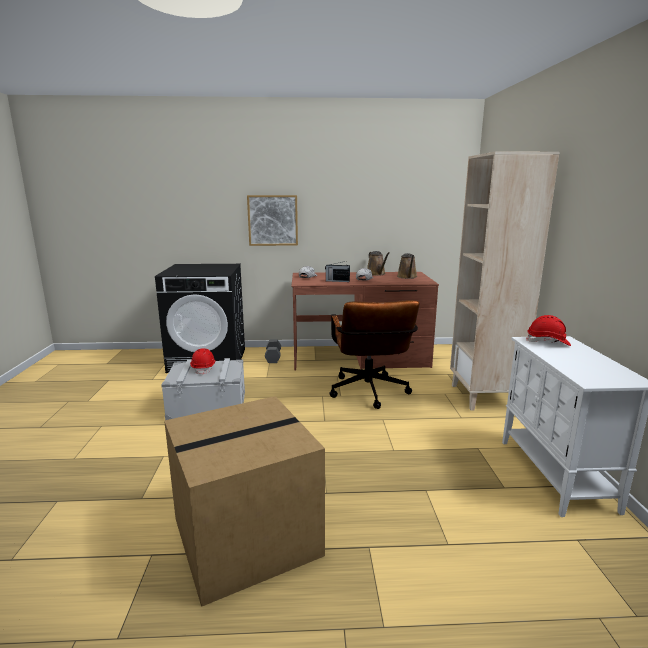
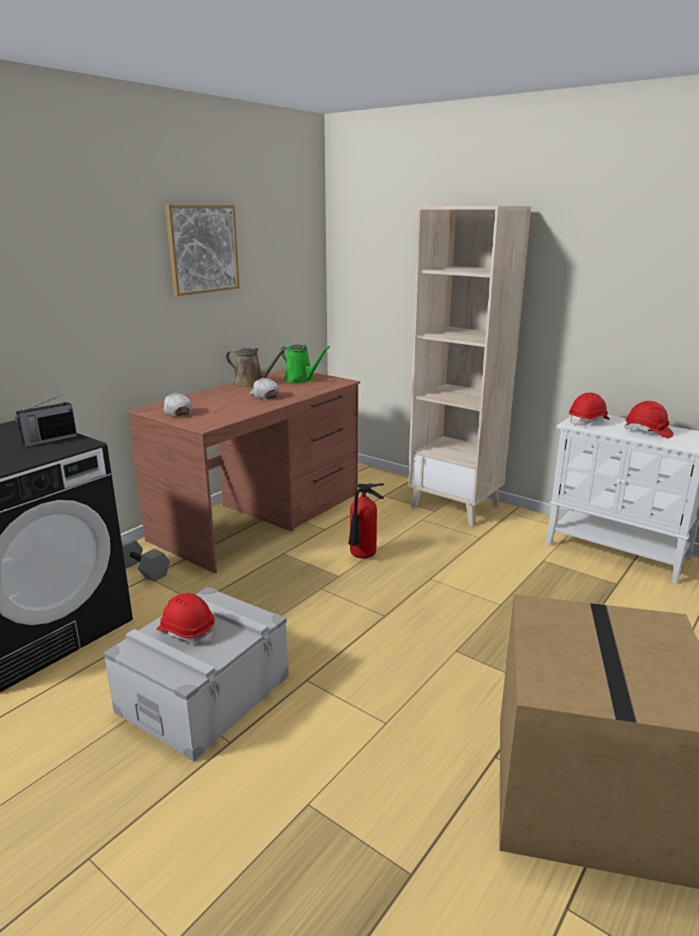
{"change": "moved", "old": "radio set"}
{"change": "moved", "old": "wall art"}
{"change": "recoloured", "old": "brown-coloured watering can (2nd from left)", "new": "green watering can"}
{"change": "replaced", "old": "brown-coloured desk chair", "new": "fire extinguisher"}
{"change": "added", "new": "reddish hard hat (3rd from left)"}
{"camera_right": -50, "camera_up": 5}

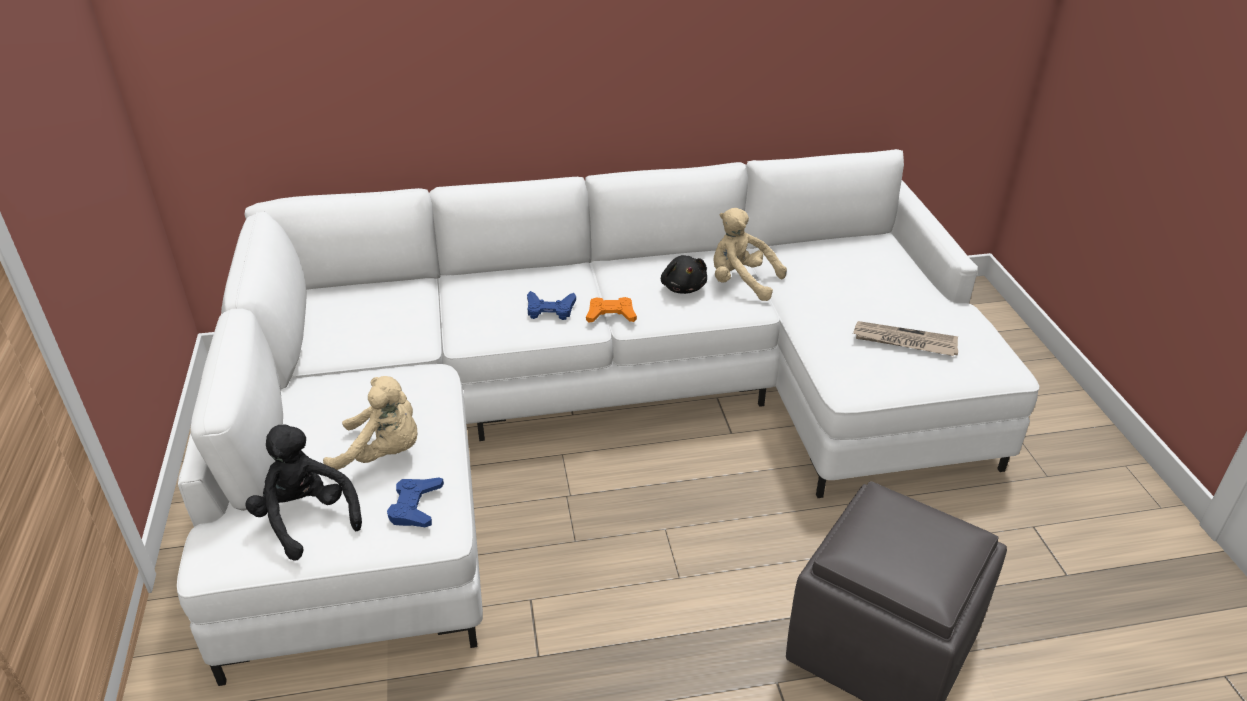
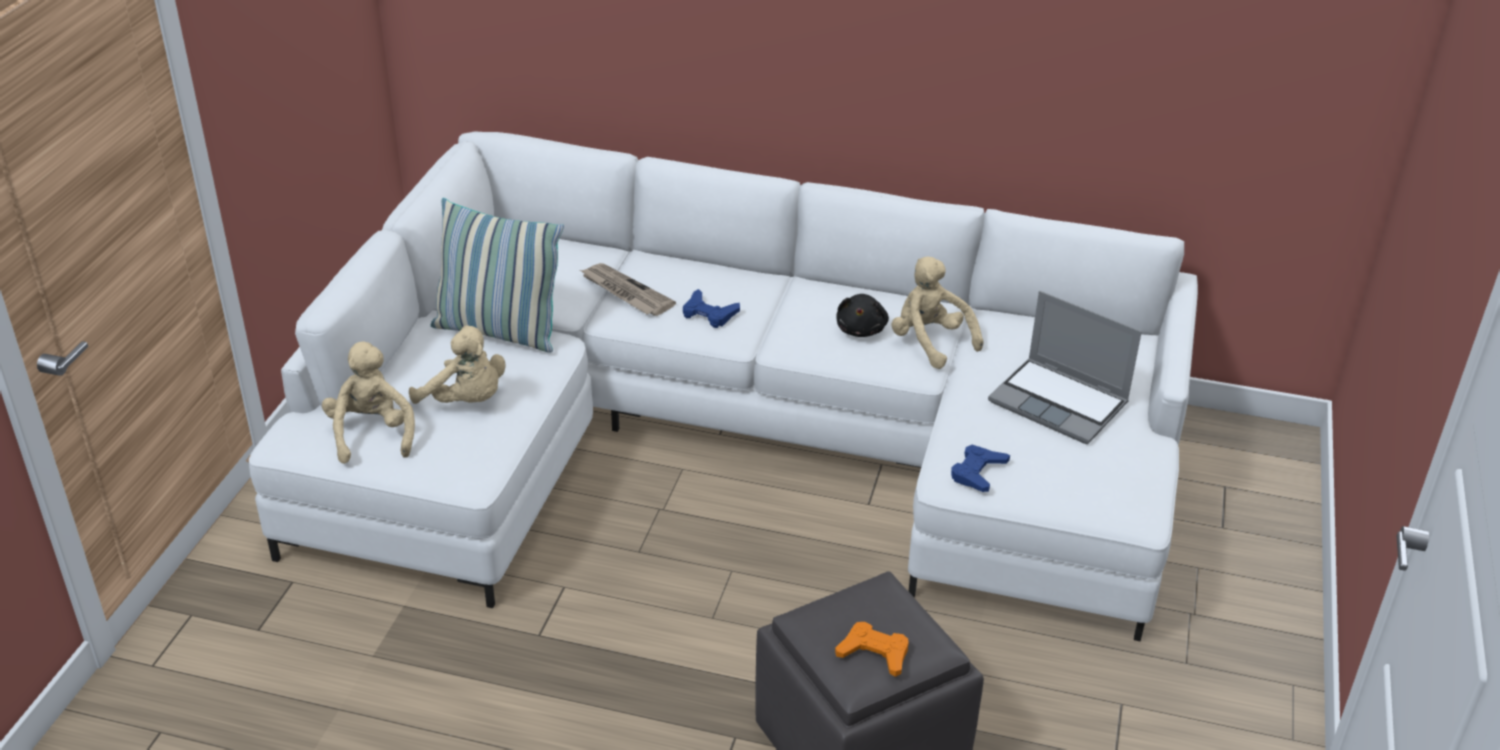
{"change": "recoloured", "old": "black cuddly toy (1st from left)", "new": "beige-coloured cuddly toy (1st from left)"}
{"change": "added", "new": "throw pillow"}
{"change": "moved", "old": "daily paper"}
{"change": "moved", "old": "orange-coloured game controller"}
{"change": "moved", "old": "blue-coloured game controller (1st from left in the first image)", "new": "blue-coloured game controller (2nd from left)"}
{"change": "added", "new": "laptop"}
{"camera_right": 25, "camera_up": 0}

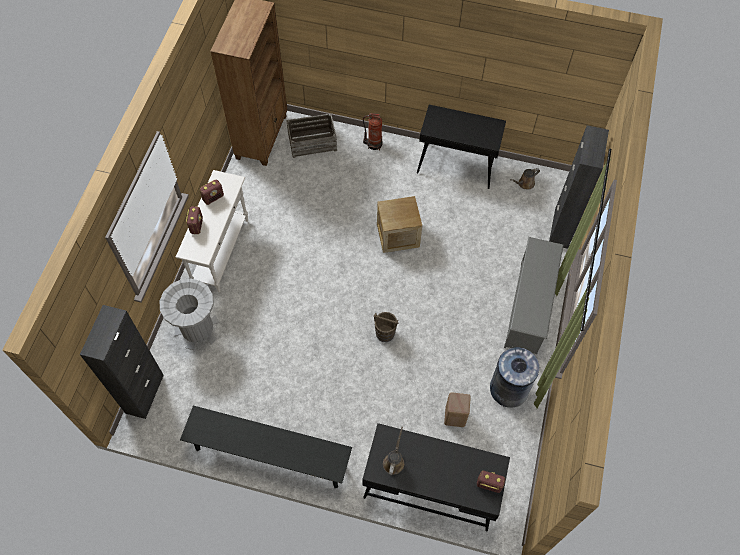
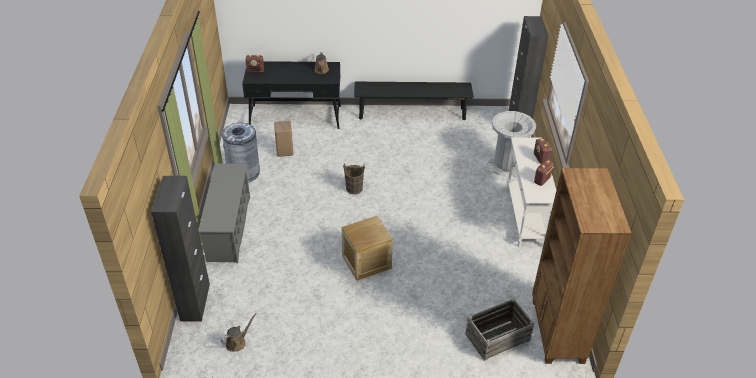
{"change": "removed", "old": "fire extinguisher"}
{"change": "removed", "old": "black console table"}
{"camera_right": 165, "camera_up": -20}

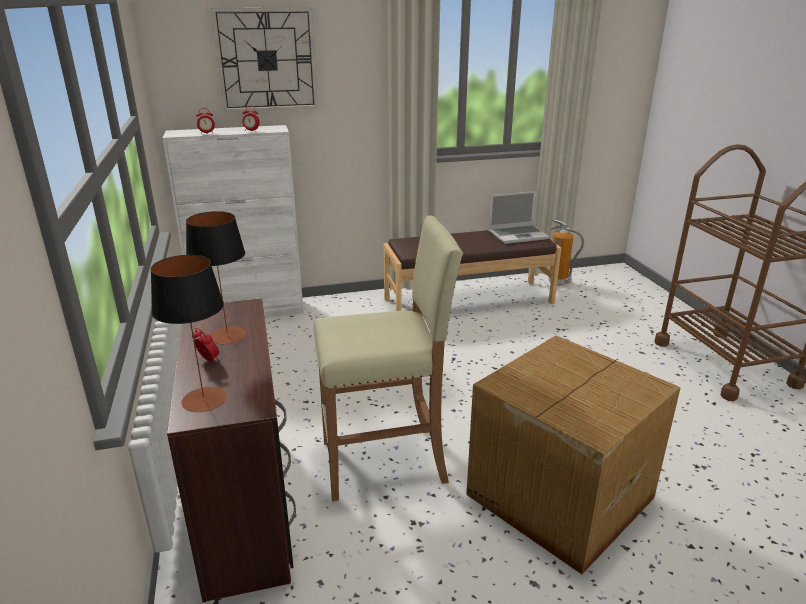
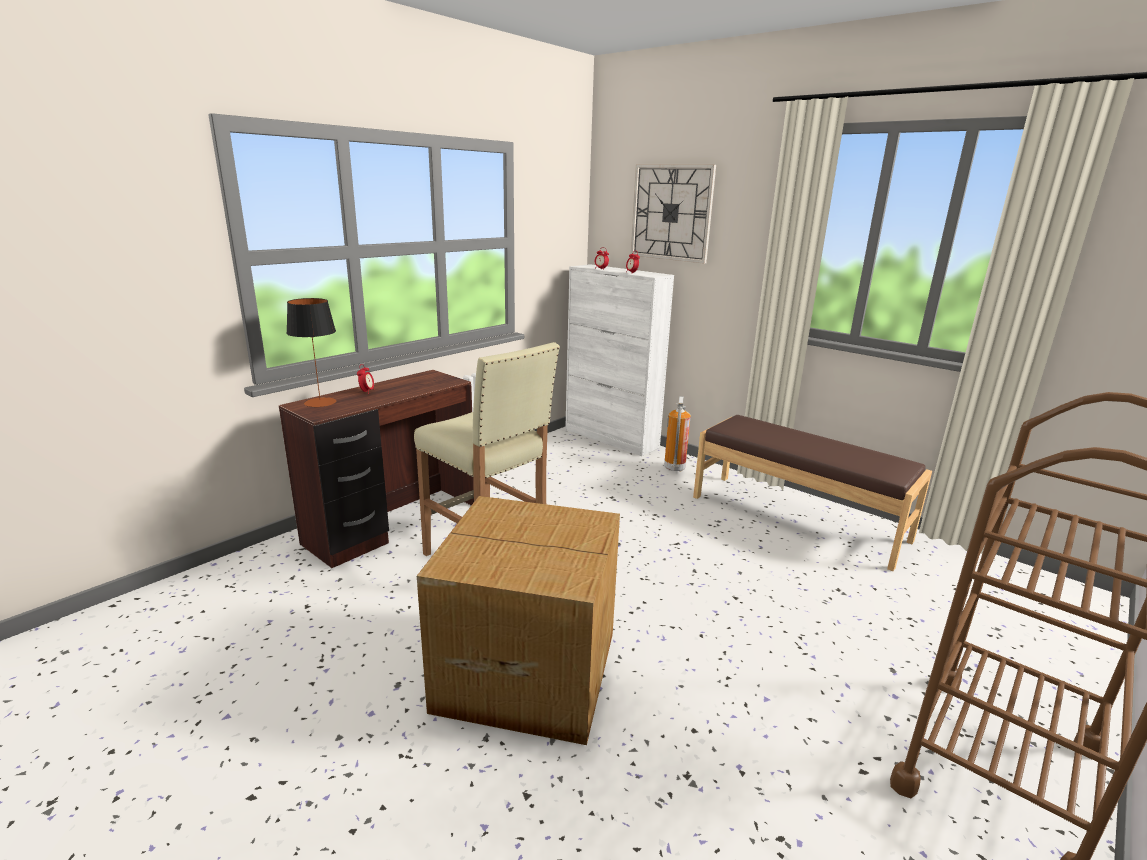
{"change": "moved", "old": "fire extinguisher"}
{"change": "removed", "old": "tabletop lamp (2nd from left)"}
{"change": "removed", "old": "laptop"}
{"camera_right": 55, "camera_up": -5}

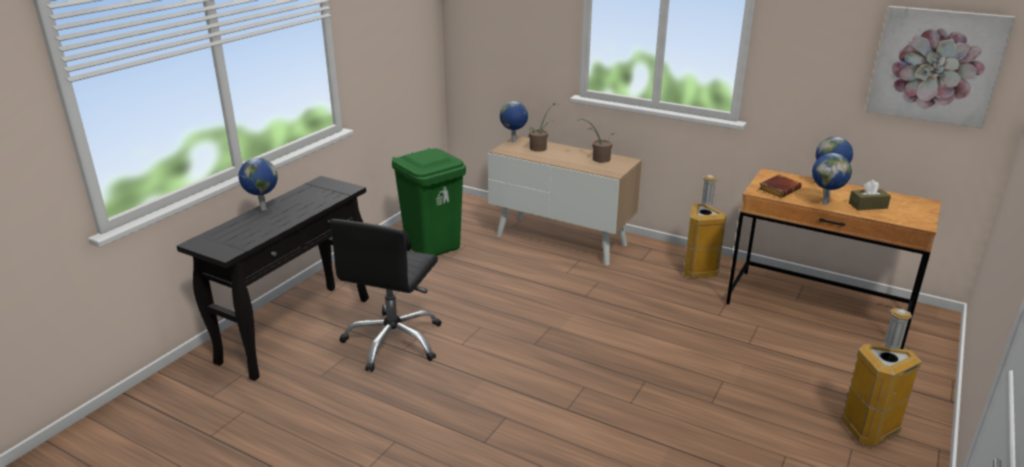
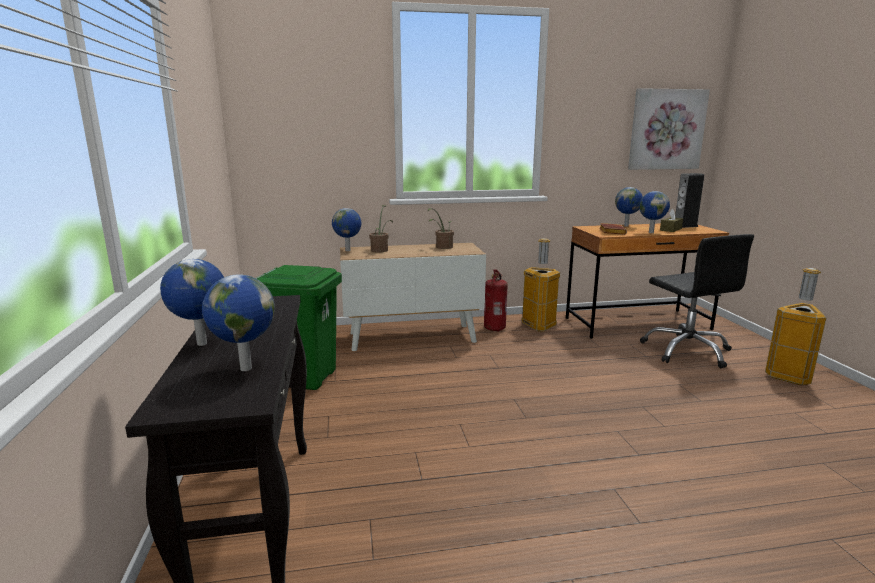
{"change": "added", "new": "world globe (2nd from left)"}
{"change": "added", "new": "fire extinguisher"}
{"change": "moved", "old": "black desk chair"}
{"change": "added", "new": "speaker"}
{"camera_right": -40, "camera_up": -10}

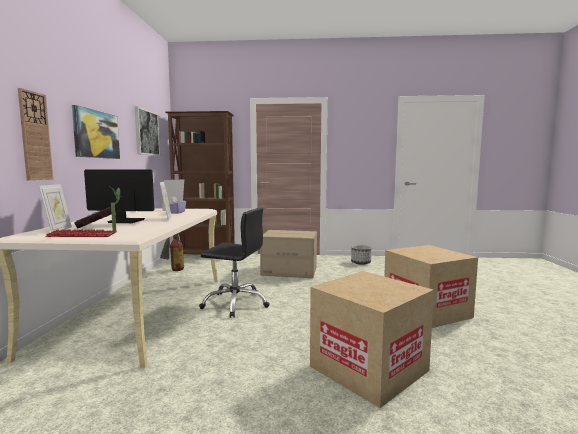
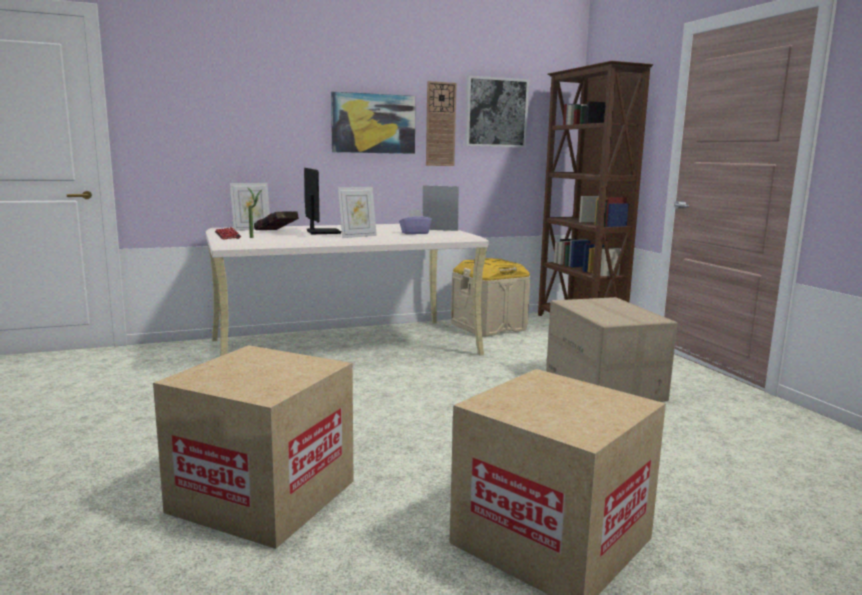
{"change": "moved", "old": "clock on the wall"}
{"change": "replaced", "old": "fire extinguisher", "new": "beige-coloured storage box"}
{"change": "removed", "old": "black desk chair"}
{"change": "removed", "old": "flower pot"}
{"camera_right": 65, "camera_up": 5}

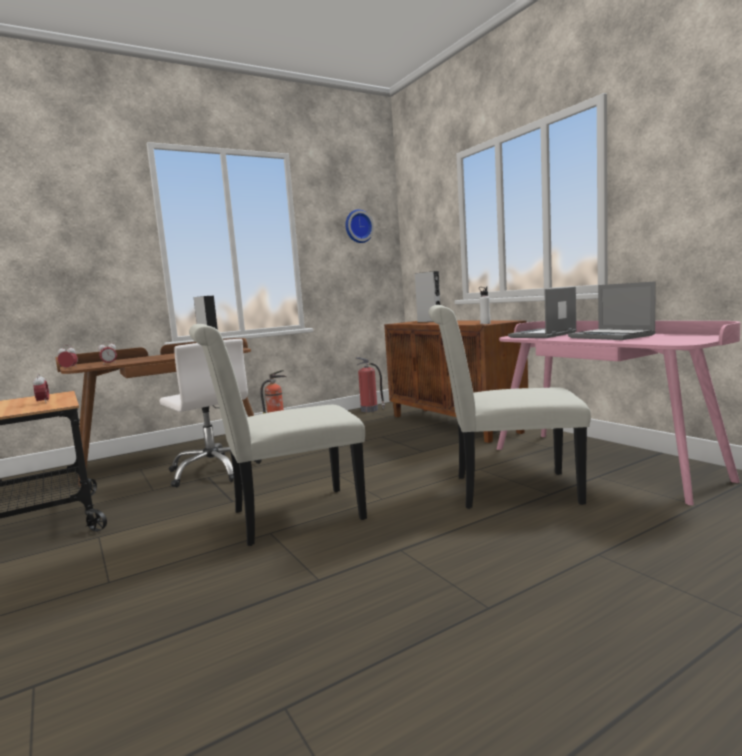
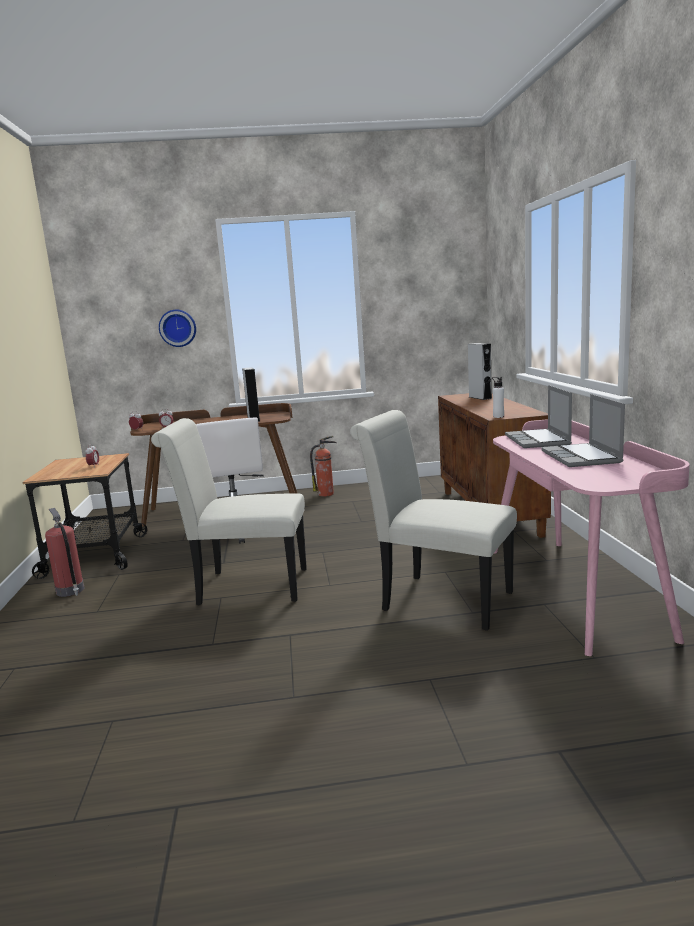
{"change": "moved", "old": "fire extinguisher (2nd from left in the first image)", "new": "fire extinguisher (1st from left)"}
{"change": "moved", "old": "clock on the wall"}
{"change": "turned", "old": "laptop (1st from left)", "degrees": -75}
{"camera_right": 25, "camera_up": 5}

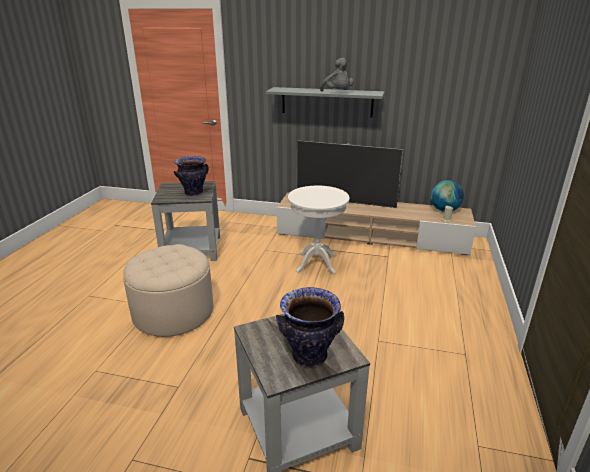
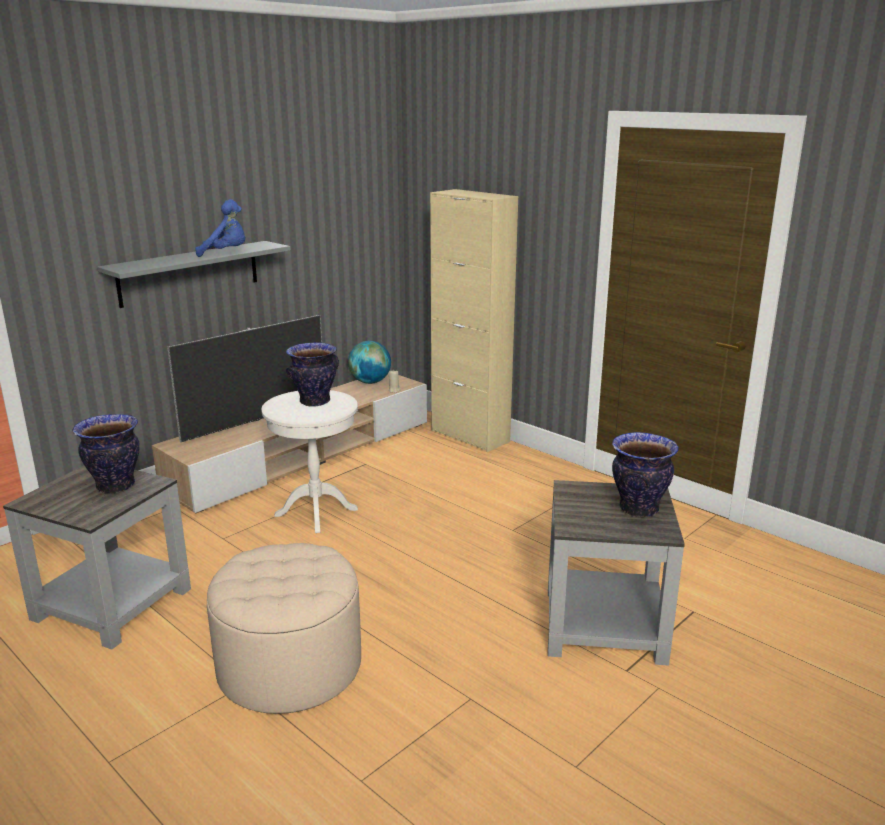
{"change": "recoloured", "old": "grey cuddly toy", "new": "blue-coloured cuddly toy"}
{"change": "added", "new": "vase (2nd from left)"}
{"change": "added", "new": "beige-coloured cabinet"}
{"camera_right": -60, "camera_up": -5}

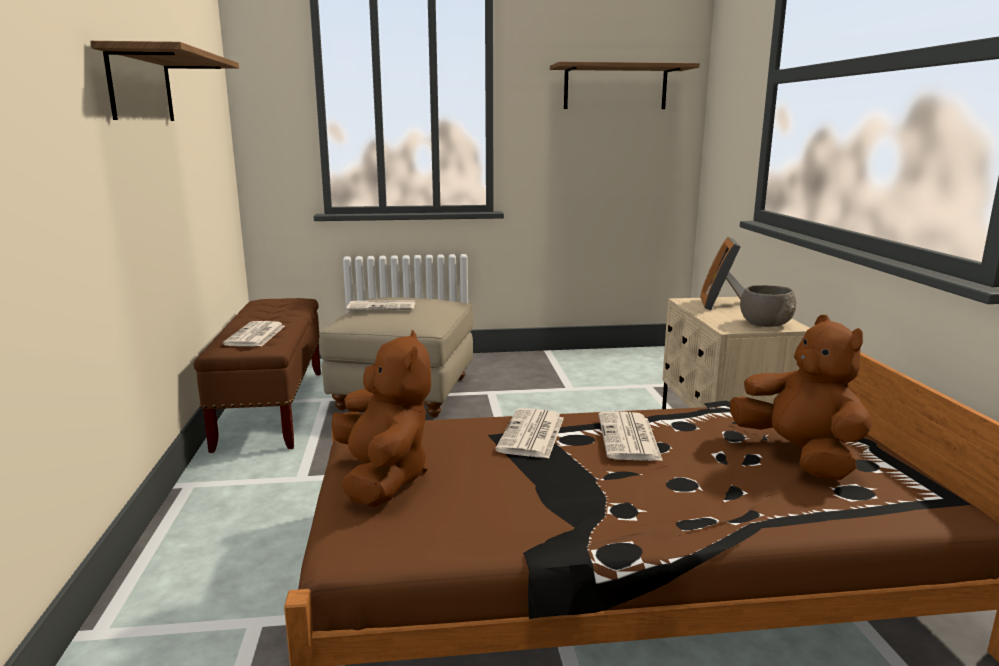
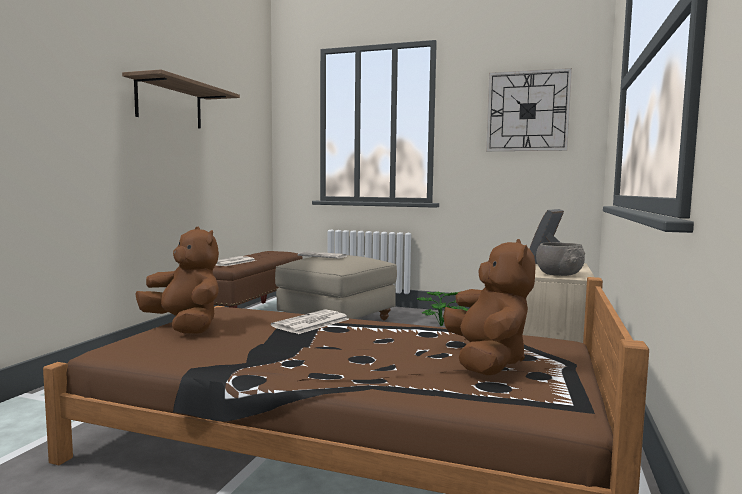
{"change": "turned", "old": "brown-coloured cuddly toy (1st from left)", "degrees": -60}
{"change": "added", "new": "plant in a pot"}
{"change": "replaced", "old": "shelf (2nd from left)", "new": "clock on the wall"}
{"change": "removed", "old": "daily paper (4th from left)"}
{"camera_right": 25, "camera_up": -10}

